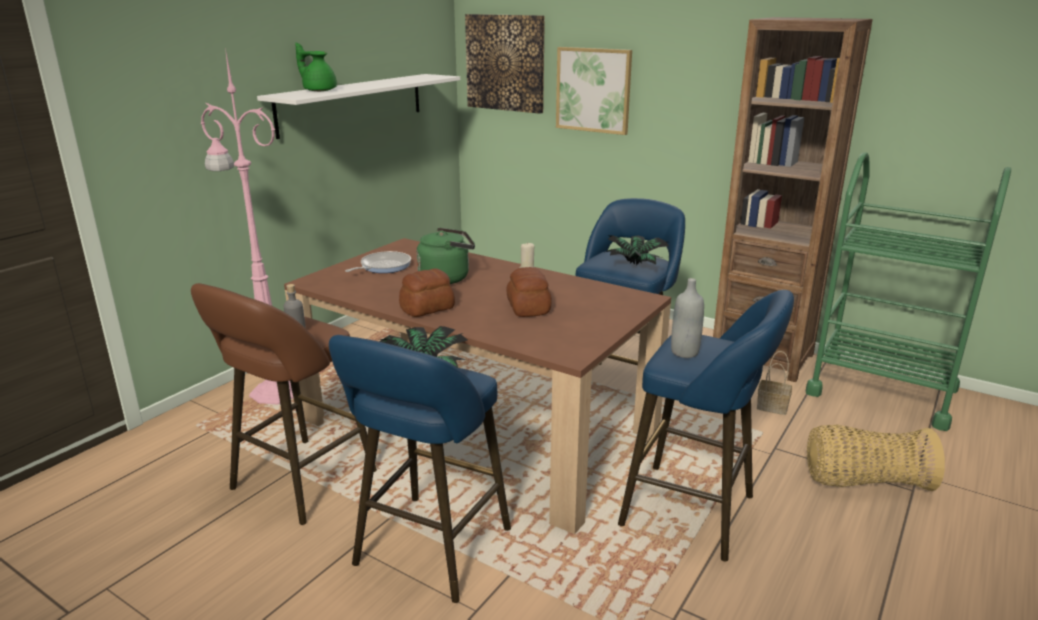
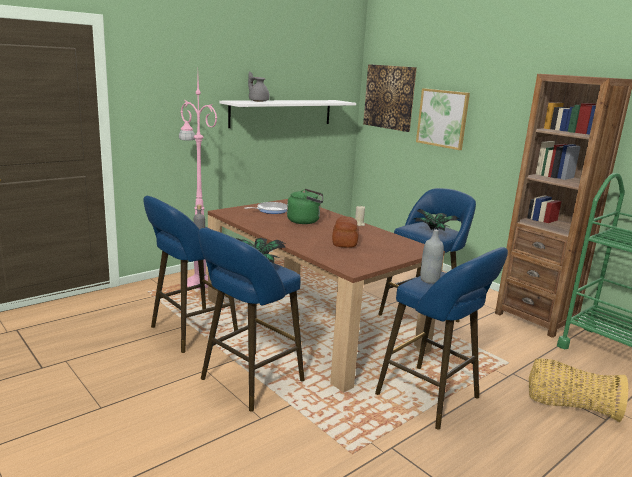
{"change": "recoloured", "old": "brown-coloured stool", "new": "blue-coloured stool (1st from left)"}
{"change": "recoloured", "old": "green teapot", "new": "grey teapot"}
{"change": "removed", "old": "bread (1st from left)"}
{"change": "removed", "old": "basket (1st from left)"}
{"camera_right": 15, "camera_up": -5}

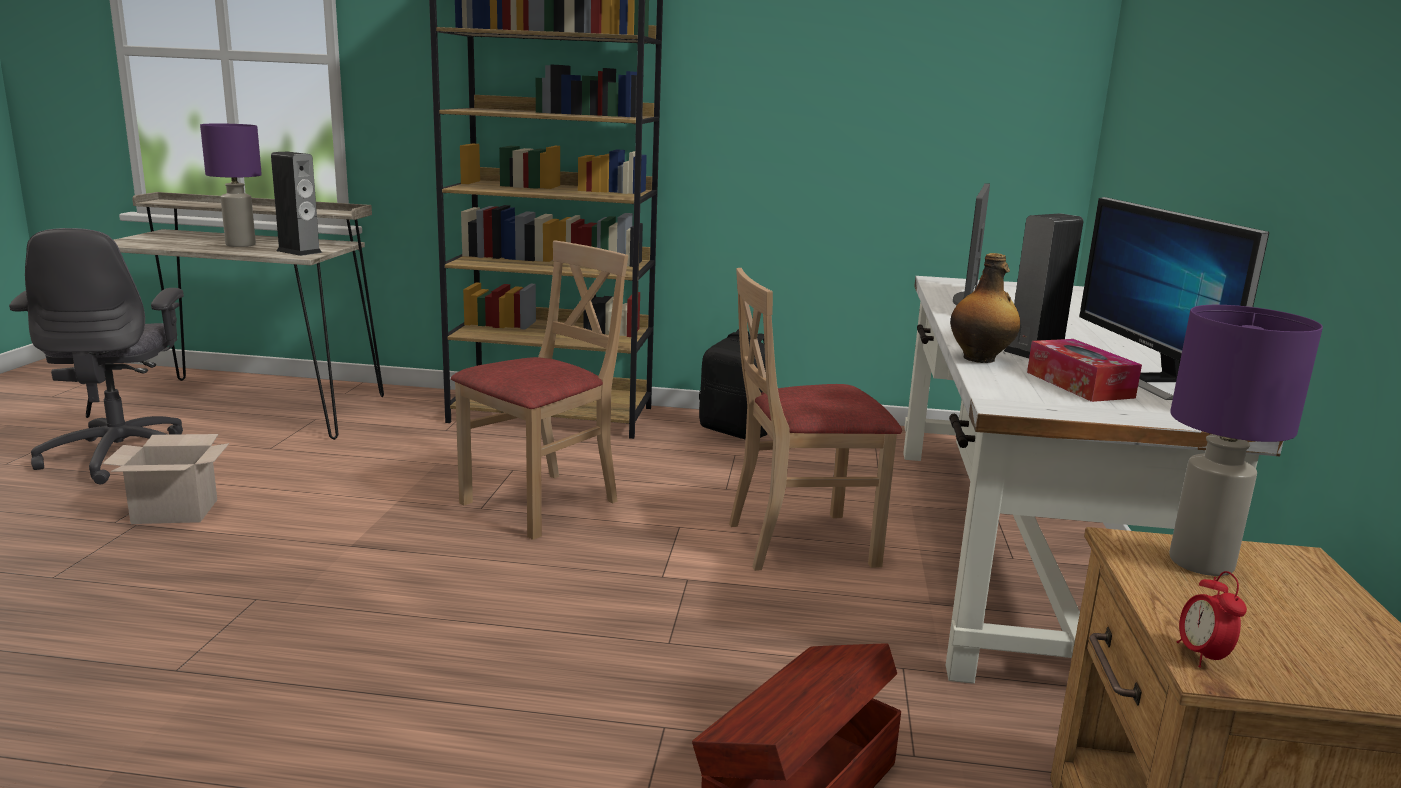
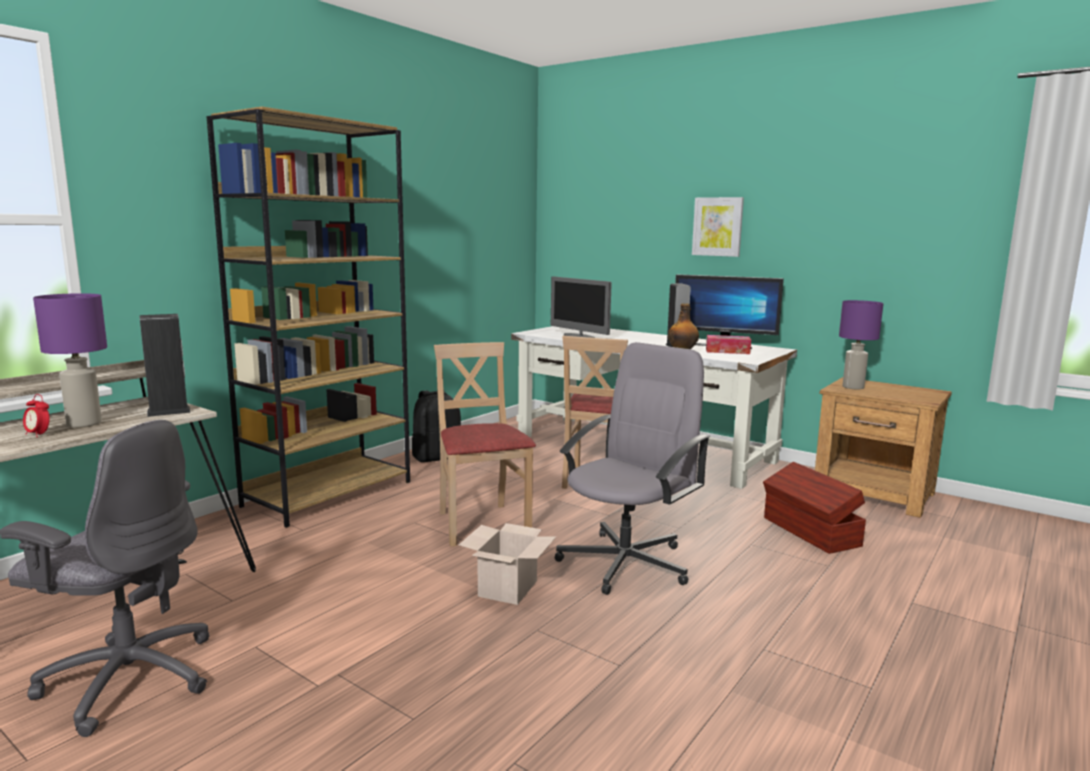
{"change": "moved", "old": "bedside clock"}
{"change": "moved", "old": "packing box"}
{"change": "added", "new": "grey desk chair (2nd from left)"}
{"change": "added", "new": "wall art"}
{"camera_right": -60, "camera_up": -5}

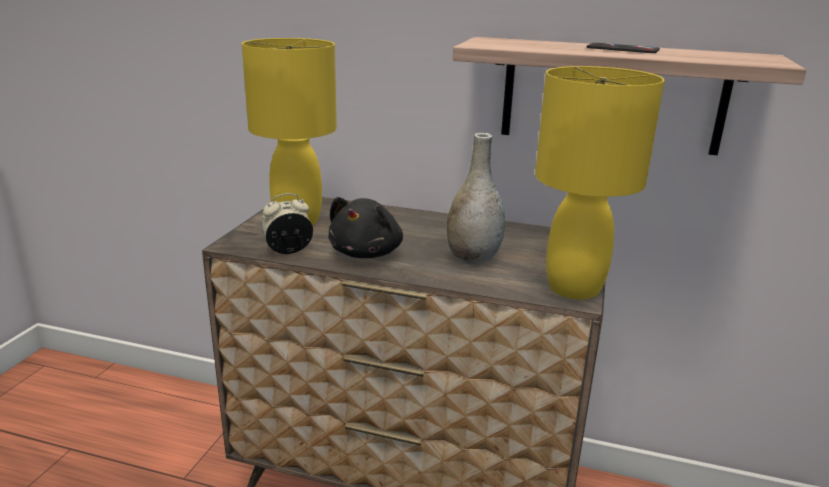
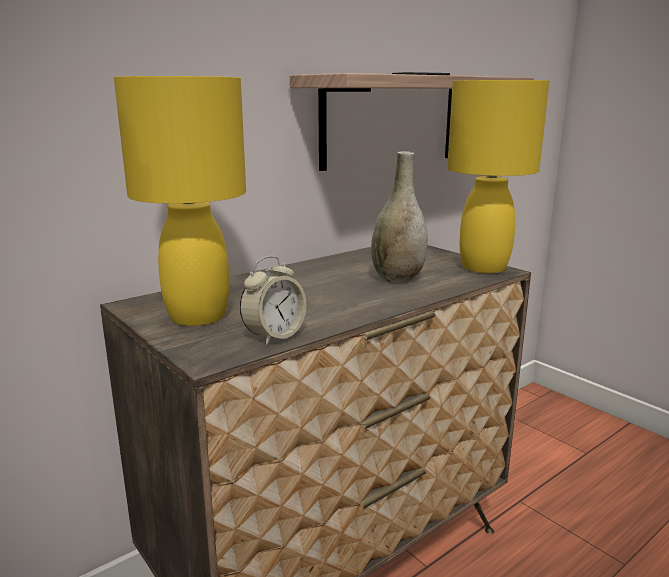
{"change": "turned", "old": "bedside clock", "degrees": -150}
{"change": "removed", "old": "black cuddly toy"}
{"camera_right": -55, "camera_up": -5}

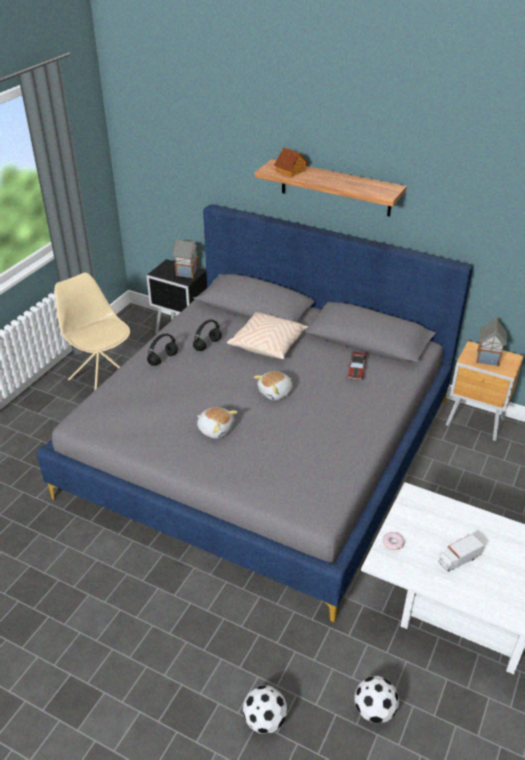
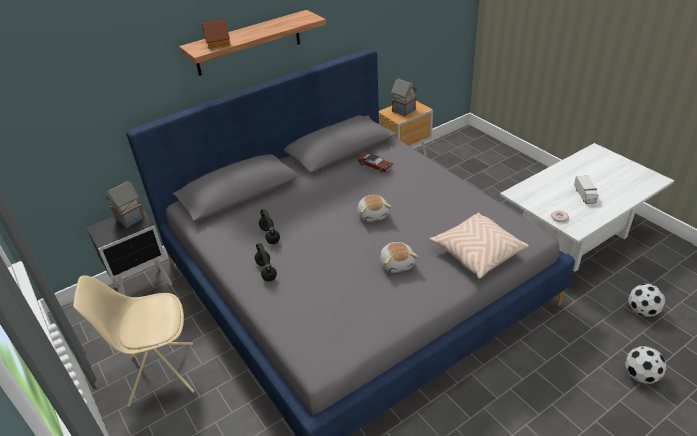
{"change": "turned", "old": "cuddly toy (1st from left in the first image)", "degrees": 105}
{"change": "moved", "old": "beige-coloured throw pillow"}
{"camera_right": -60, "camera_up": 0}

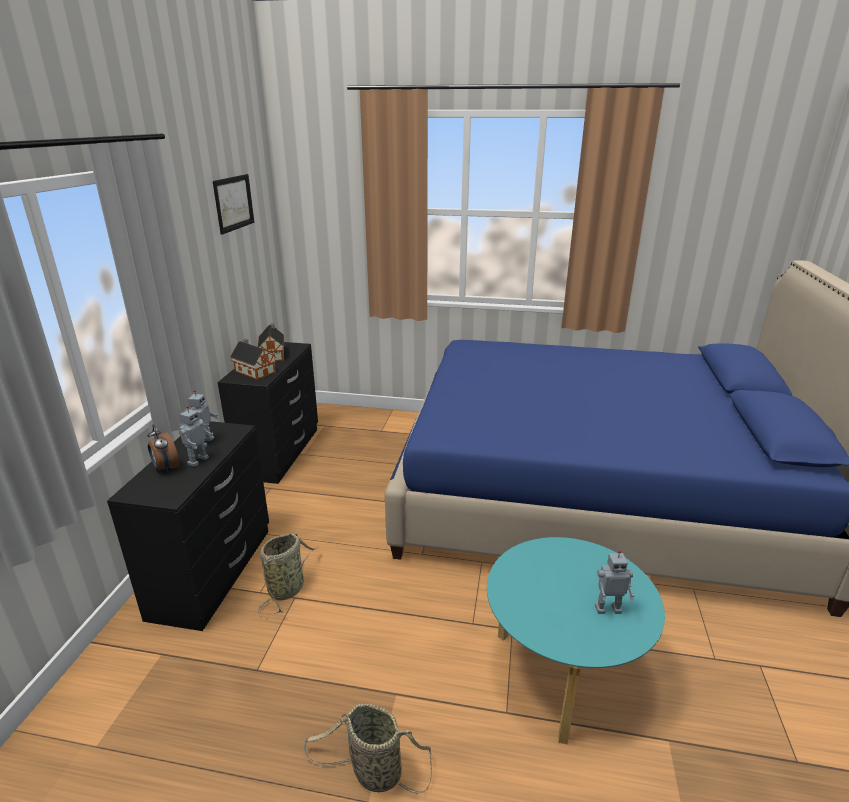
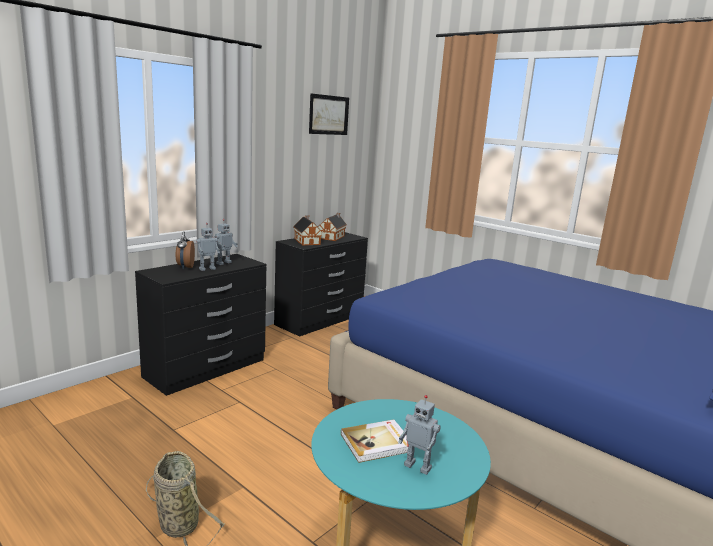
{"change": "added", "new": "book"}
{"change": "removed", "old": "basket (1st from left)"}
{"camera_right": 30, "camera_up": -10}

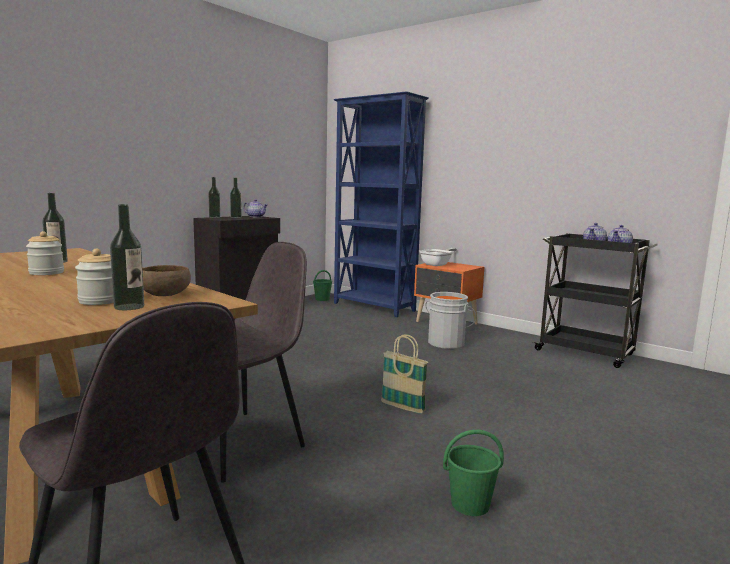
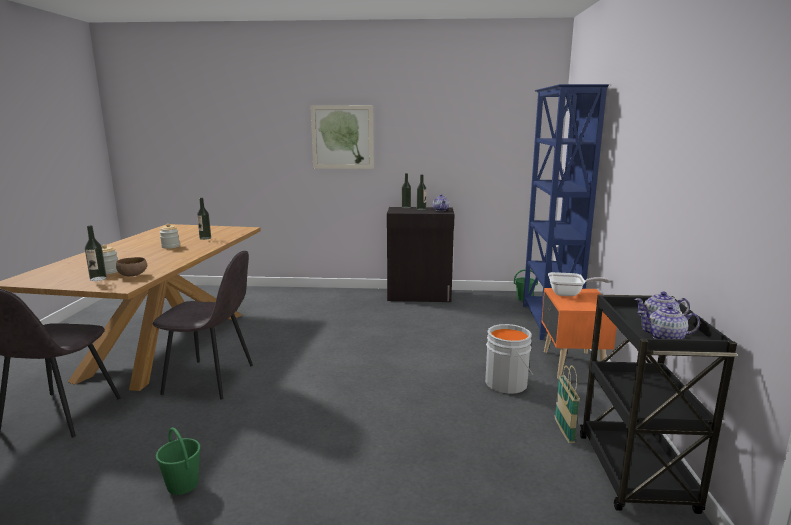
{"change": "added", "new": "wall art"}
{"change": "moved", "old": "basket"}
{"camera_right": 55, "camera_up": 5}

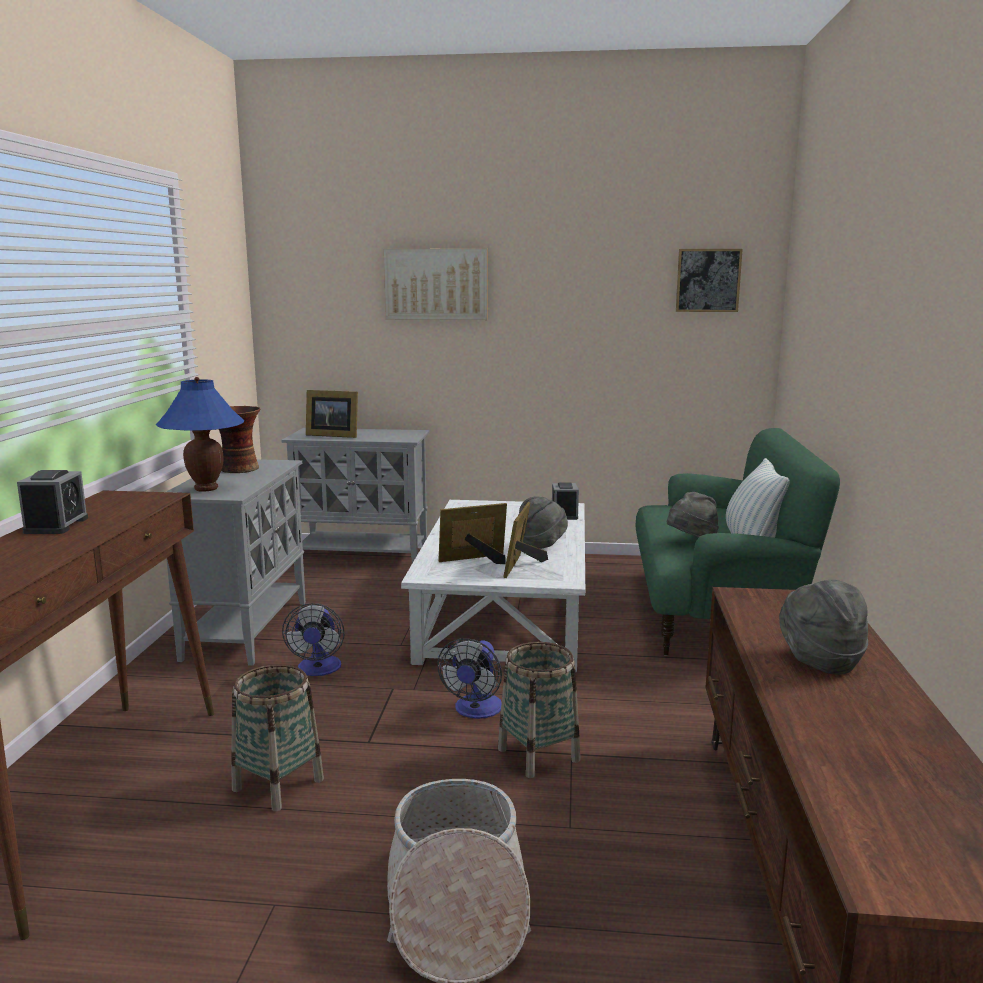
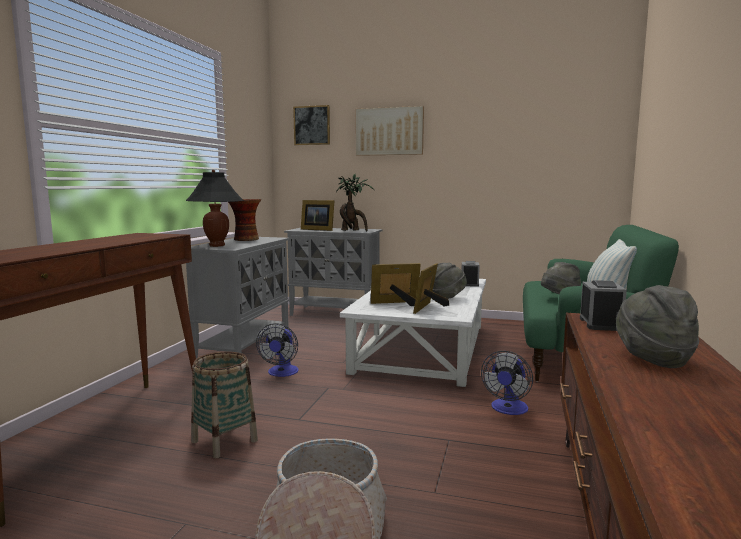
{"change": "recoloured", "old": "blue-coloured tabletop lamp", "new": "black tabletop lamp"}
{"change": "moved", "old": "wall art (2nd from left in the first image)", "new": "wall art (1st from left)"}
{"change": "added", "new": "plant in a pot"}
{"change": "moved", "old": "electric fan (2nd from left)"}
{"change": "moved", "old": "bedside clock (1st from left in the first image)", "new": "bedside clock (2nd from left)"}
{"change": "removed", "old": "basket (3rd from left)"}
{"camera_right": 10, "camera_up": -5}

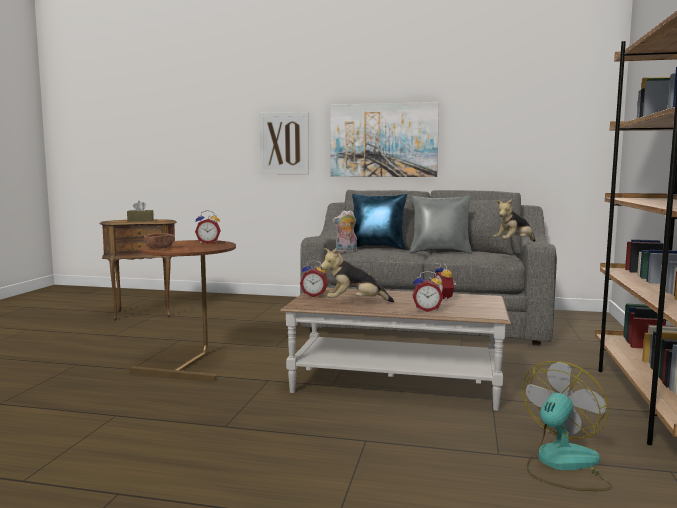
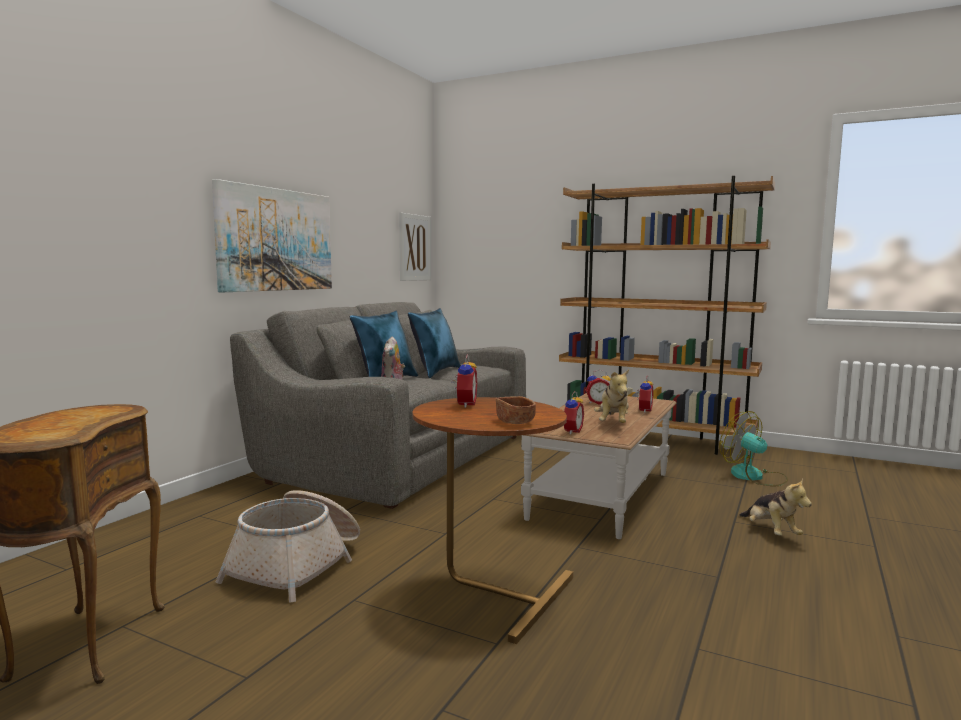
{"change": "added", "new": "basket"}
{"change": "moved", "old": "wall art (1st from left in the first image)", "new": "wall art (2nd from left)"}
{"change": "recoloured", "old": "grey throw pillow", "new": "blue-coloured throw pillow (2nd from left)"}
{"change": "moved", "old": "cuddly toy (3rd from left)"}
{"change": "removed", "old": "brown-coloured tissue holder"}
{"camera_right": -75, "camera_up": 0}

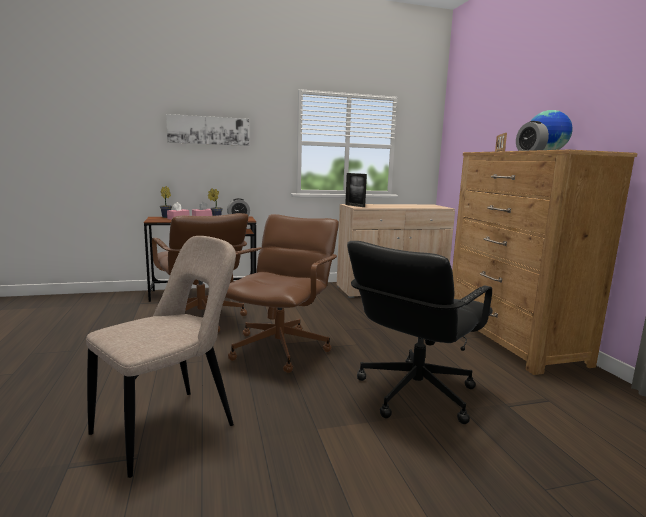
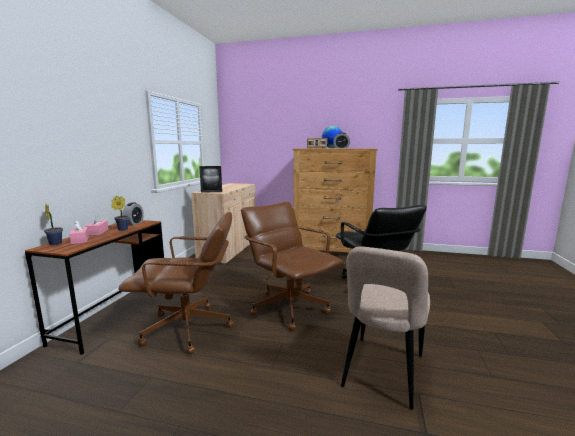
{"change": "turned", "old": "beige-coloured plain chair", "degrees": -135}
{"change": "removed", "old": "wall art"}
{"camera_right": -60, "camera_up": 0}

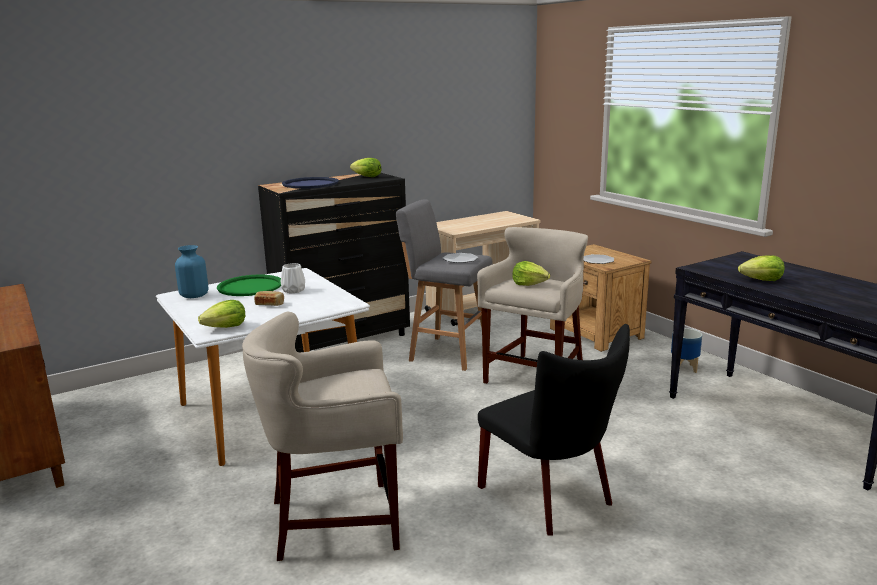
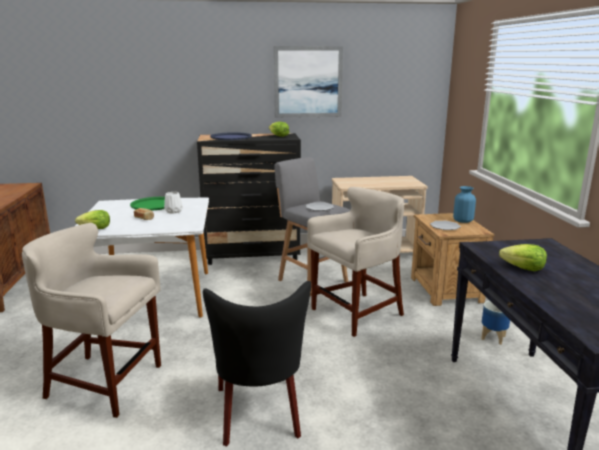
{"change": "added", "new": "wall art"}
{"change": "moved", "old": "blue-coloured vase"}
{"change": "removed", "old": "head of lettuce (3rd from left)"}
{"camera_right": 25, "camera_up": 0}

